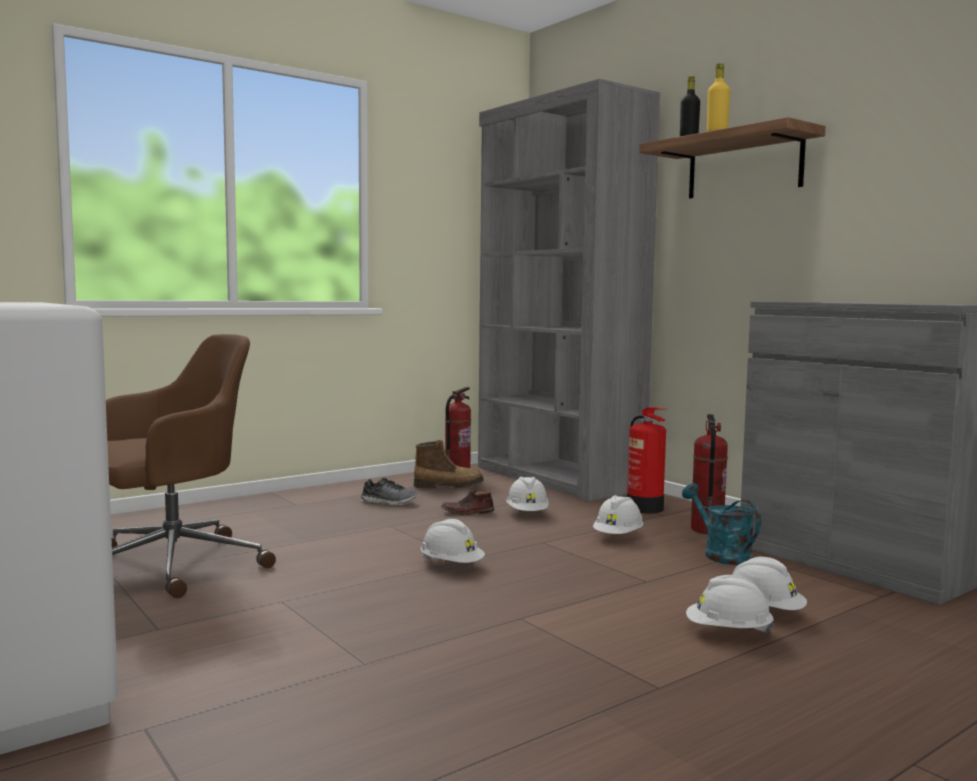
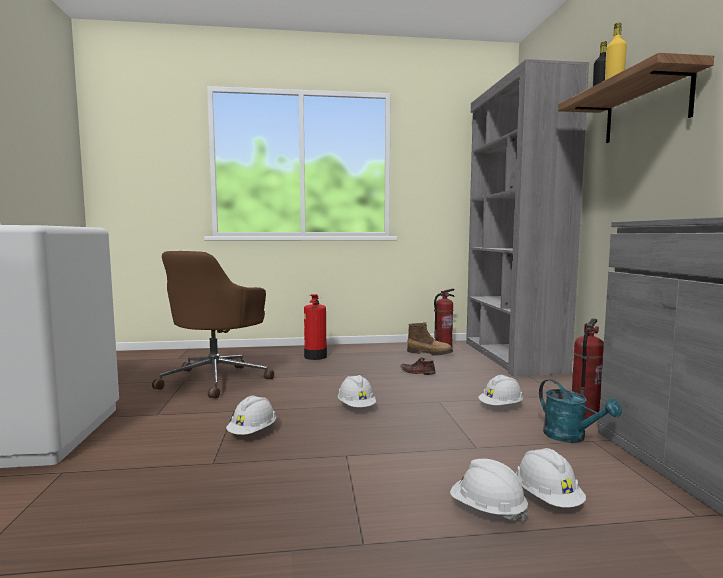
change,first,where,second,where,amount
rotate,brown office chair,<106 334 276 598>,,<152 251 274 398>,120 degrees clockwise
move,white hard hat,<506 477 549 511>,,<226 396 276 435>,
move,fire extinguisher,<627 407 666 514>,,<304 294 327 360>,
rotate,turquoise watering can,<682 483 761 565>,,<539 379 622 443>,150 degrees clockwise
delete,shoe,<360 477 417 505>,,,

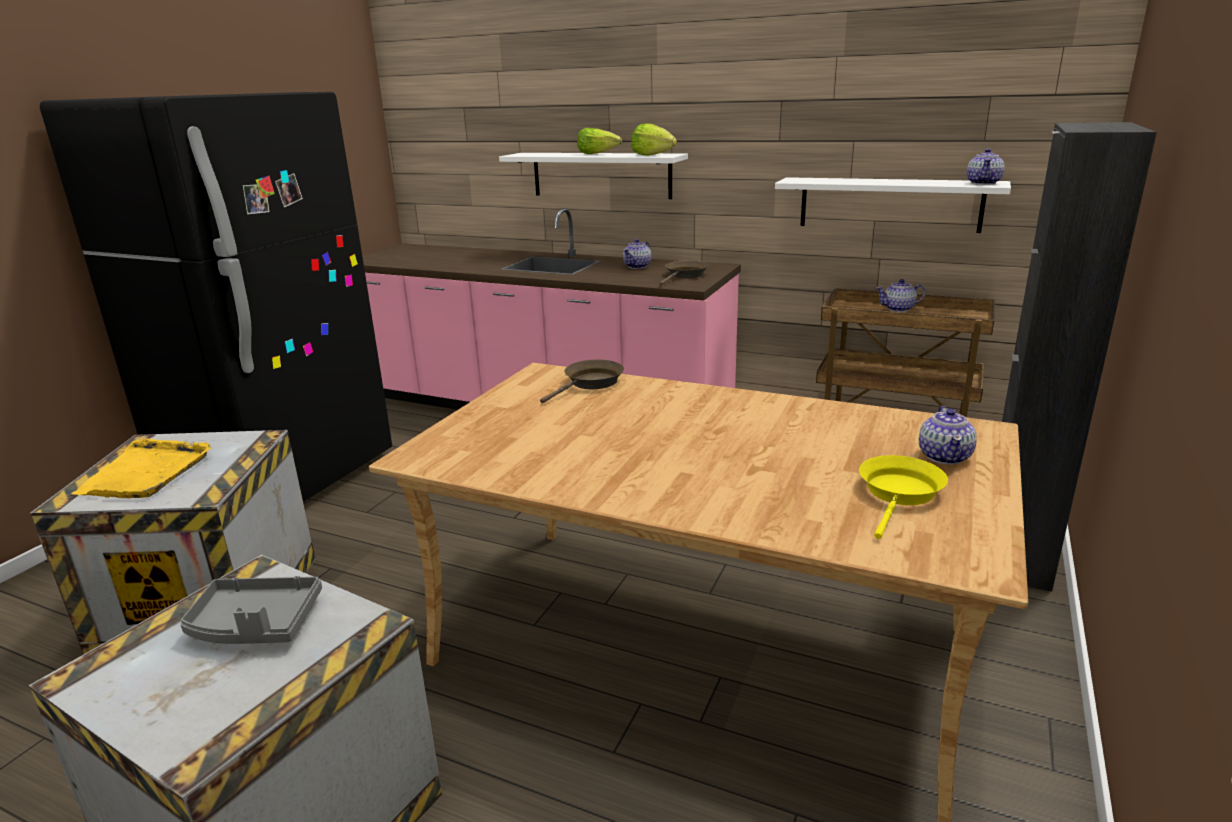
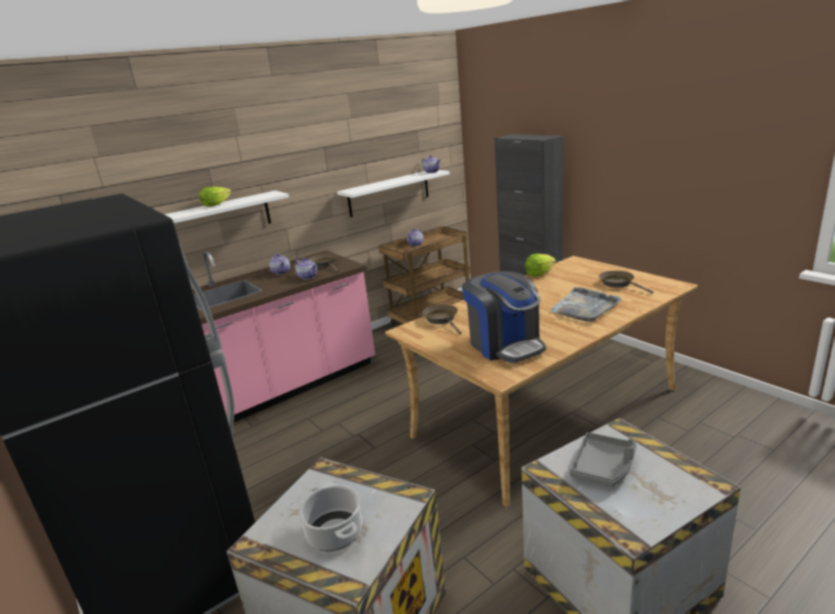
change,first,where,second,where,amount
move,teapot,<919 406 977 465>,,<294 258 317 280>,
replace,yellow tray,<71 439 211 498>,cooking pot,<299 485 362 551>,
insert,,,coffee machine,<462 271 546 363>,
move,lettuce,<631 123 677 156>,,<525 254 556 277>,
insert,,,grey tray,<549 287 621 322>,
recolor,yellow frying pan,<859 455 948 539>,brown frying pan,<599 271 653 294>,

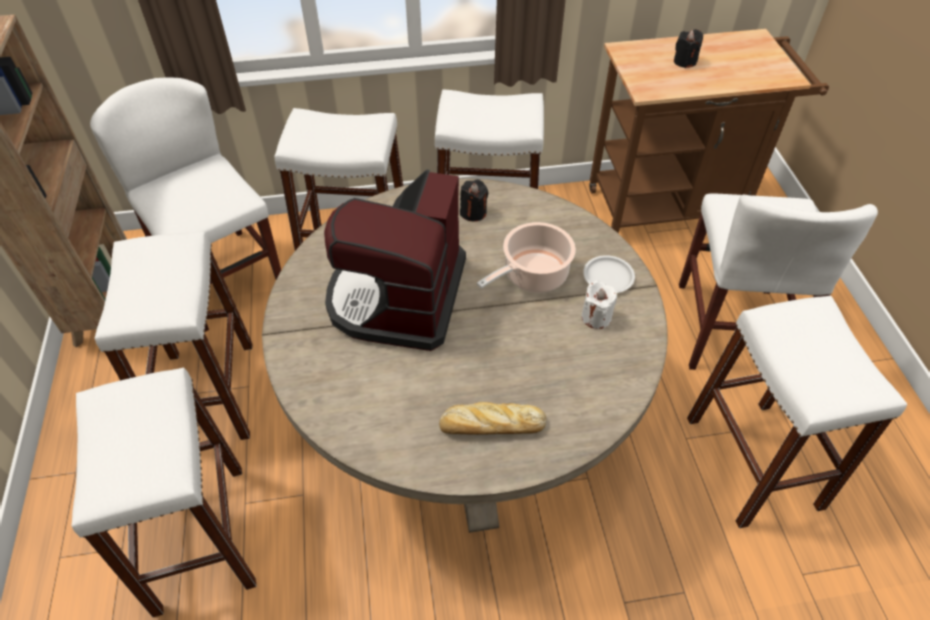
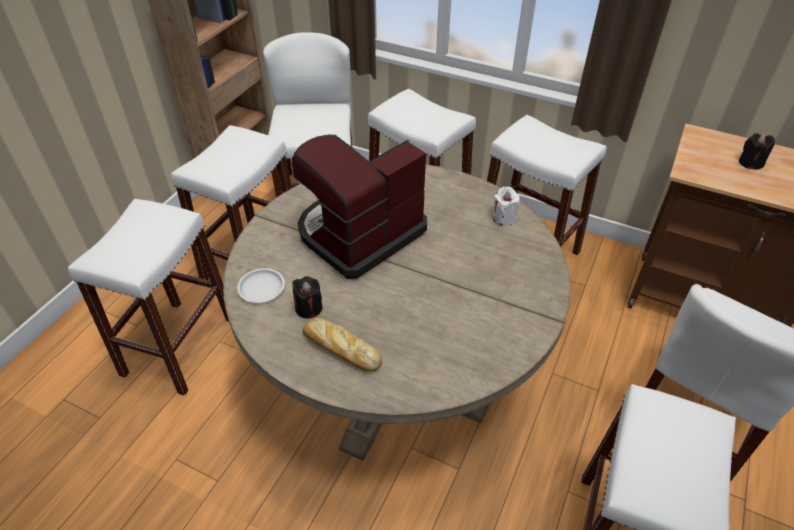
change,first,where,second,where,amount
move,white plate,<583 255 635 293>,,<237 268 285 303>,
move,black candle,<460 179 489 222>,,<292 276 323 319>,
move,white candle,<582 281 617 329>,,<493 186 520 226>,
delete,cooking pot,<477 222 576 293>,,,

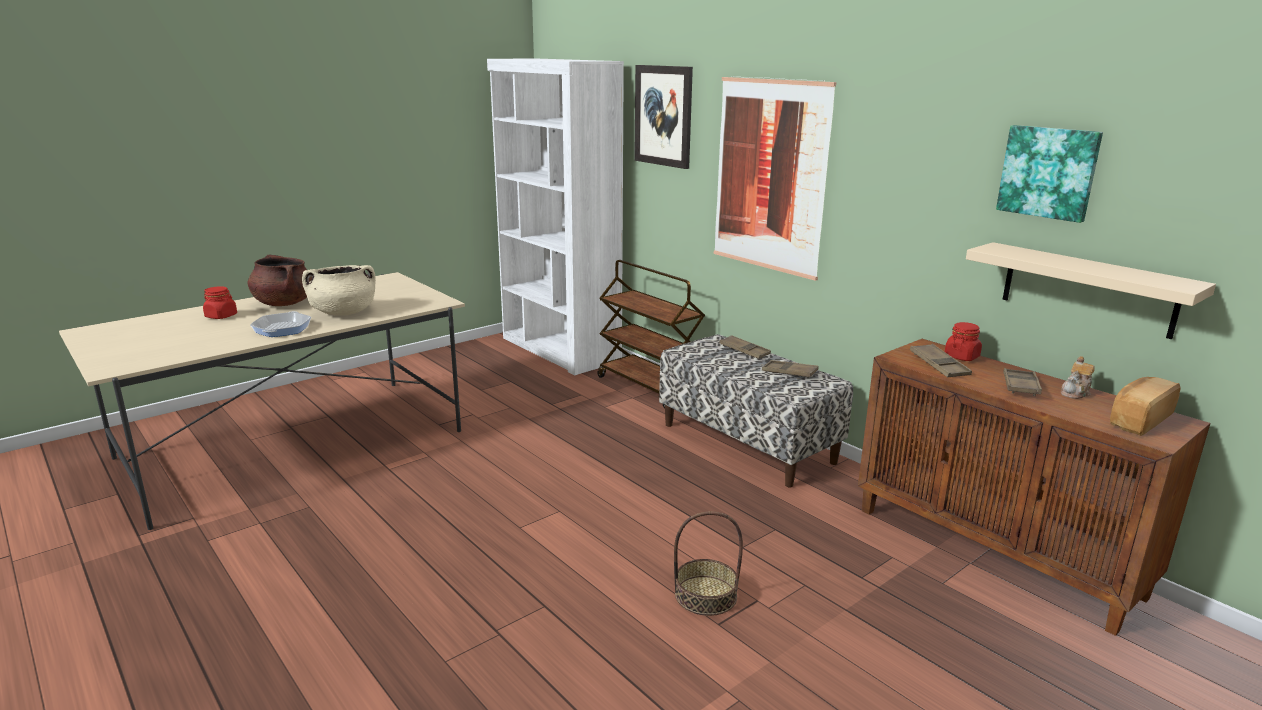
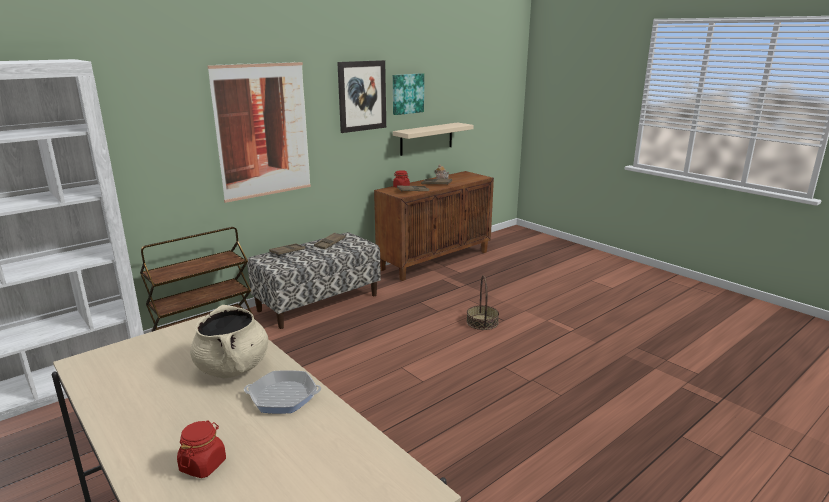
change,first,where,second,where,amount
move,picture,<634 65 693 169>,,<337 60 386 133>,
delete,brown cooking pot,<248 254 312 306>,,,
delete,bread,<1110 377 1181 436>,,,

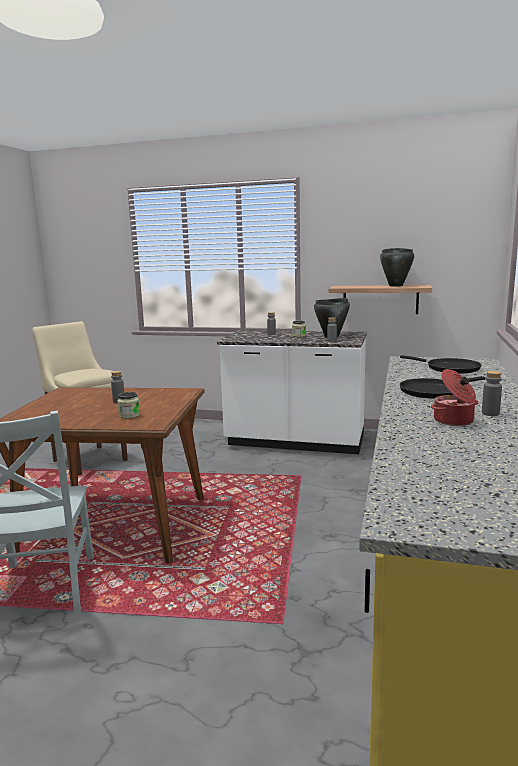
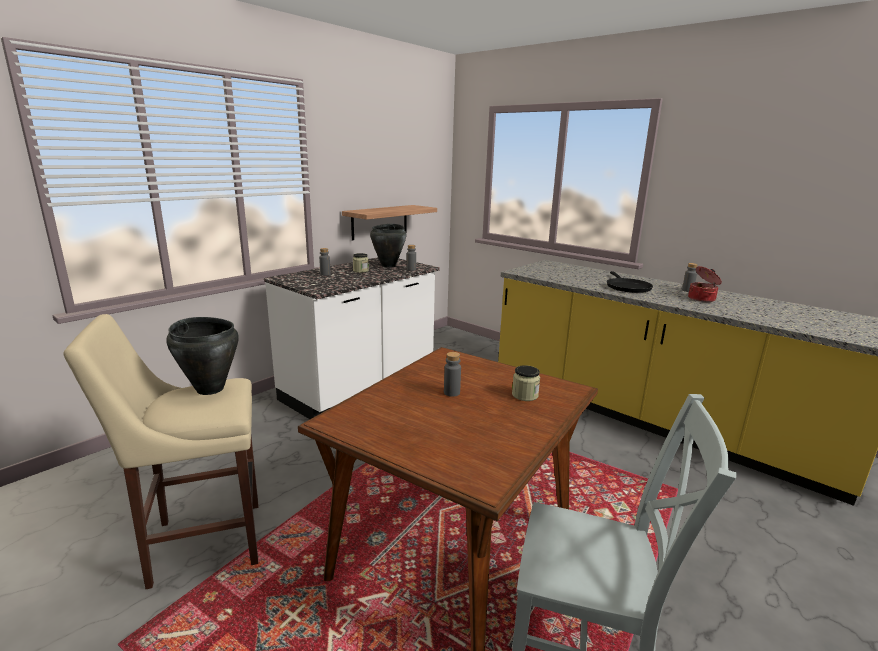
change,first,where,second,where,amount
move,black cooking pot,<380 248 414 287>,,<167 317 239 395>,
delete,black frying pan,<400 355 482 374>,,,

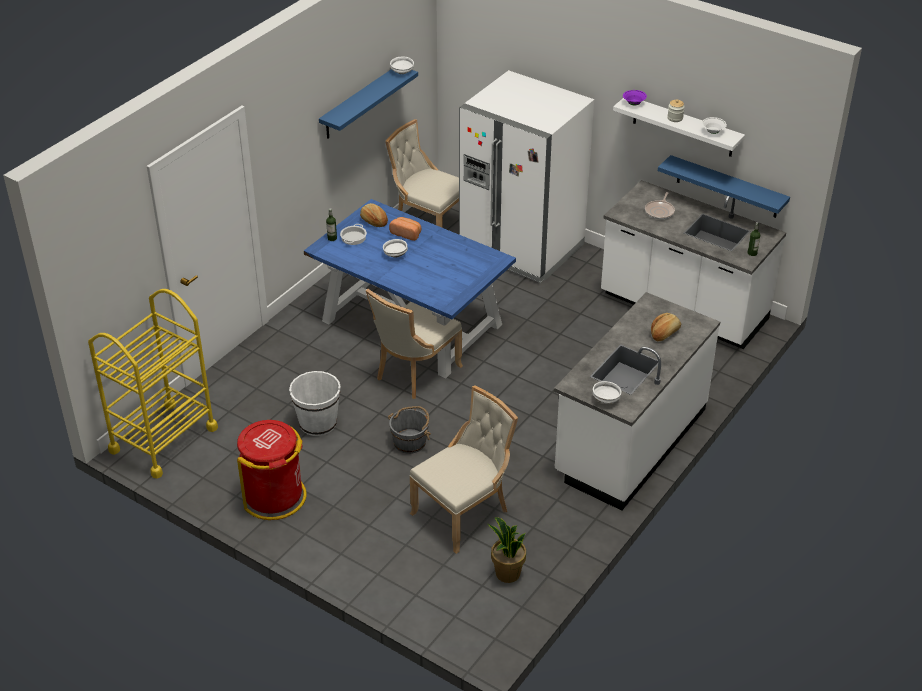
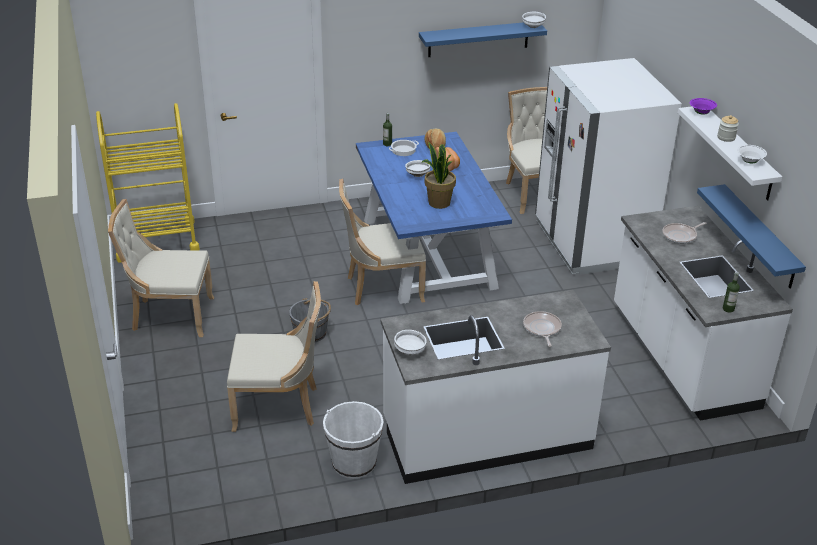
change,first,where,second,where,amount
replace,red trash can,<237 420 307 520>,beige chair,<108 199 214 337>,
move,white bucket,<289 371 341 436>,,<323 401 384 479>,
move,potted plant,<488 518 526 583>,,<421 142 456 209>,
replace,bread,<651 313 681 341>,frying pan,<523 311 562 347>,

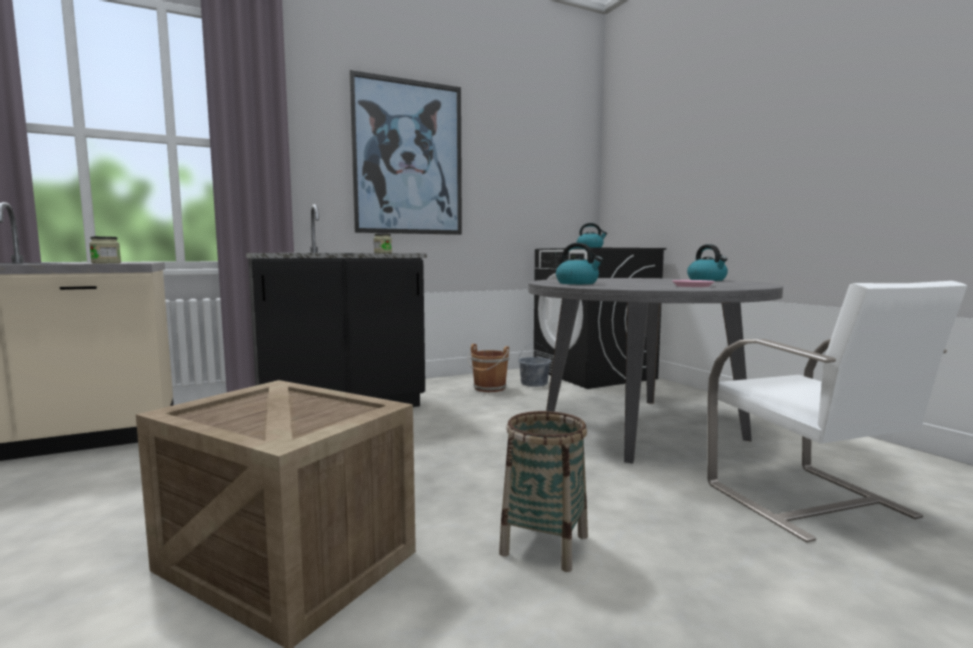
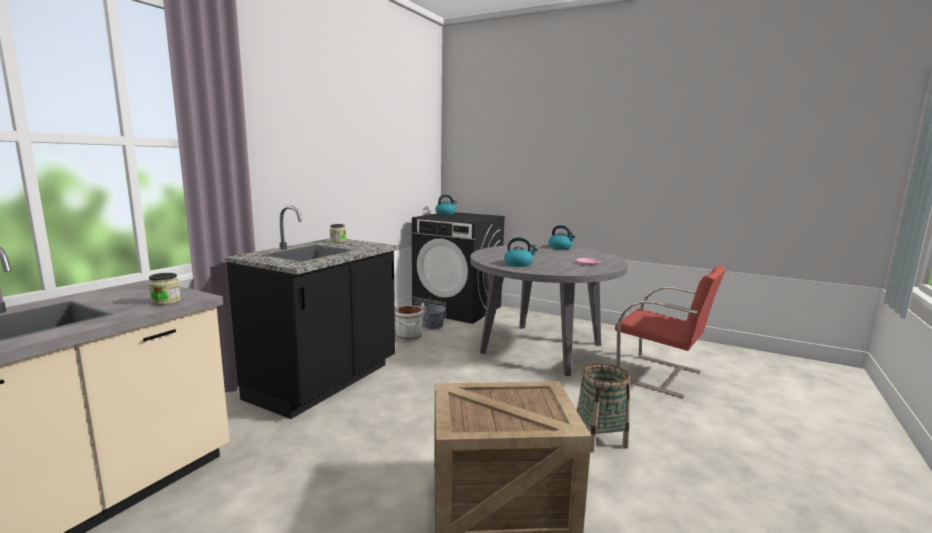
change,first,where,second,where,amount
recolor,brown bucket,<468 344 509 392>,white bucket,<395 303 426 341>,
recolor,white chair,<708 281 967 543>,red chair,<615 266 726 398>,
delete,picture,<350 70 462 235>,,,

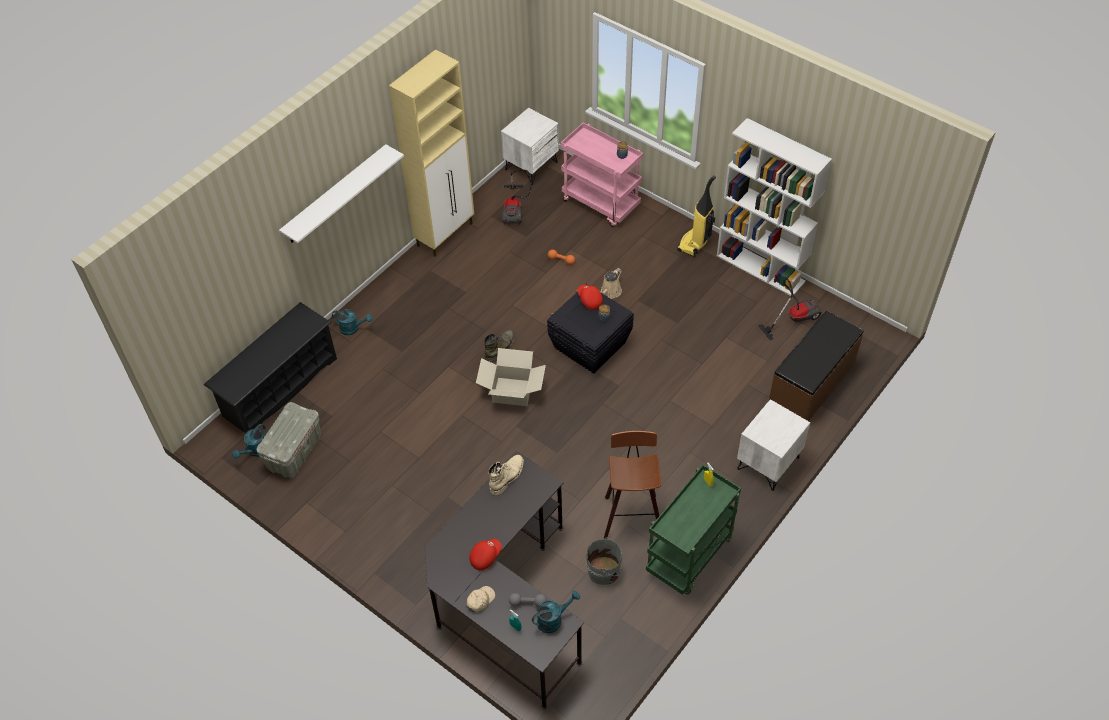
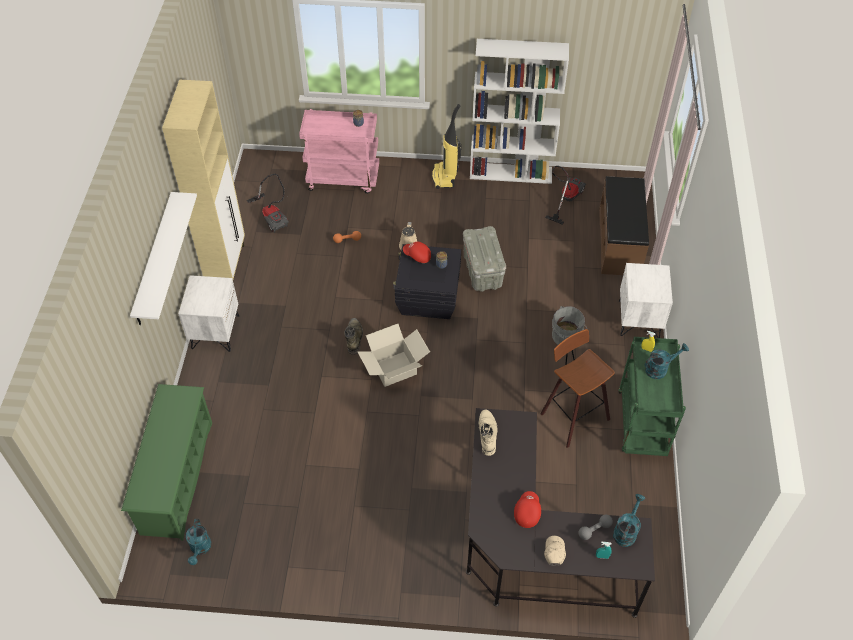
change,first,where,second,where,amount
recolor,black shoe rack,<203 302 337 433>,green shoe rack,<121 384 212 541>,
move,white nightstand,<501 108 559 185>,,<178 275 239 352>,
move,grey storage box,<257 402 321 478>,,<463 226 506 292>,
move,grey bucket,<586 537 623 585>,,<552 306 587 345>,
move,turquoise watering can,<332 309 372 335>,,<645 343 689 379>,

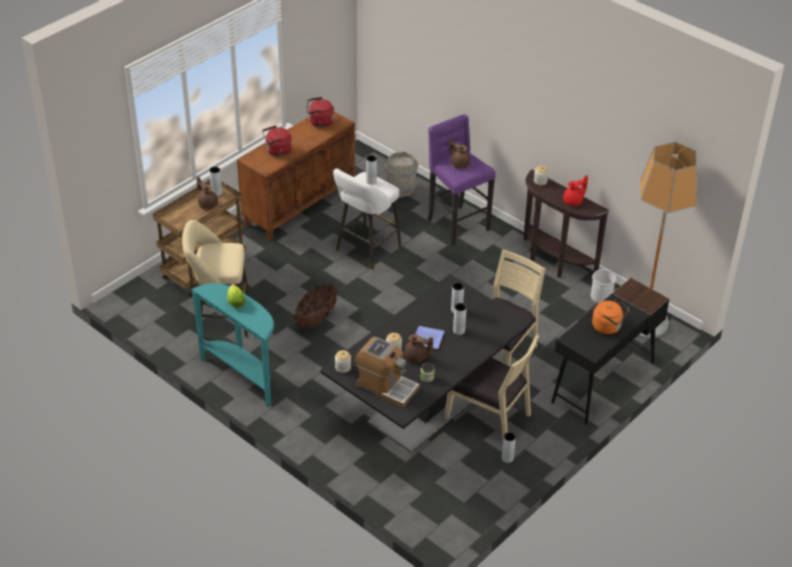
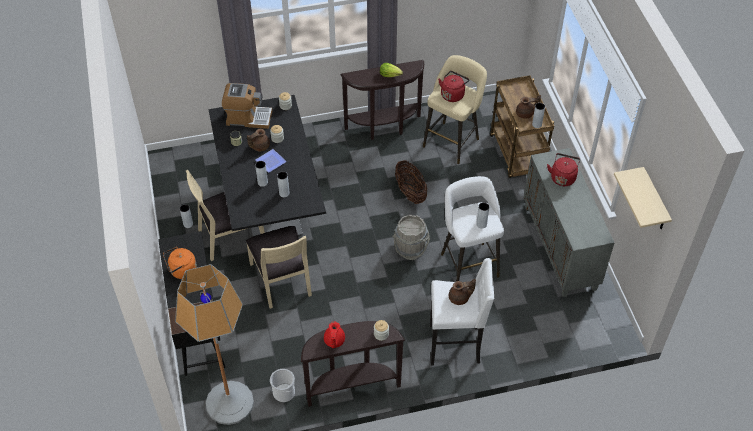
change,first,where,second,where,amount
rotate,coffee machine,<355 337 420 408>,,<222 83 273 129>,150 degrees counterclockwise
recolor,turquoise console table,<191 283 274 408>,brown console table,<341 60 424 140>,
move,grey bucket,<384 151 418 198>,,<392 215 430 260>,
recolor,purple stool,<428 114 496 246>,white stool,<430 258 494 365>,
move,red kettle,<307 97 334 128>,,<438 71 469 102>,
recolor,brown cabinet,<237 112 355 241>,grey cabinet,<524 148 615 297>,
insert,,,beige shelf,<614 167 672 229>,

